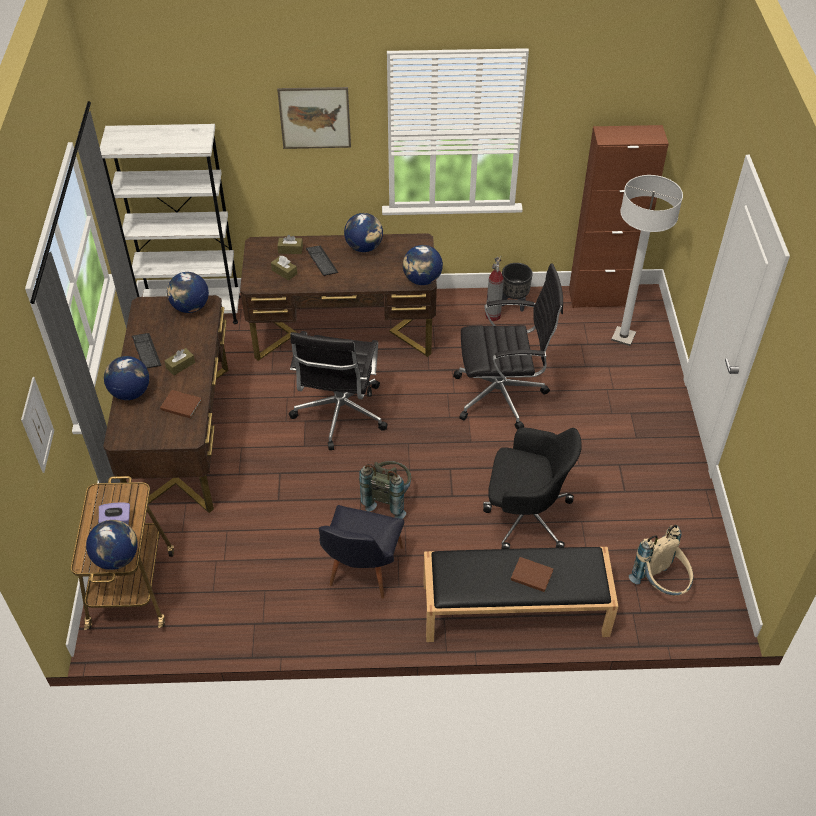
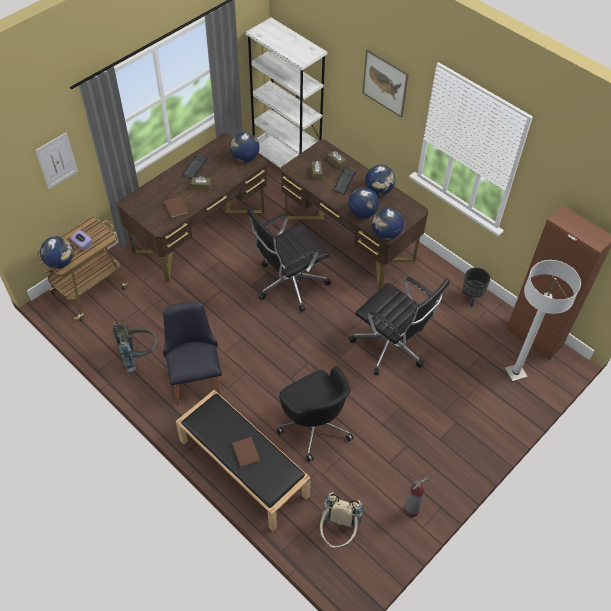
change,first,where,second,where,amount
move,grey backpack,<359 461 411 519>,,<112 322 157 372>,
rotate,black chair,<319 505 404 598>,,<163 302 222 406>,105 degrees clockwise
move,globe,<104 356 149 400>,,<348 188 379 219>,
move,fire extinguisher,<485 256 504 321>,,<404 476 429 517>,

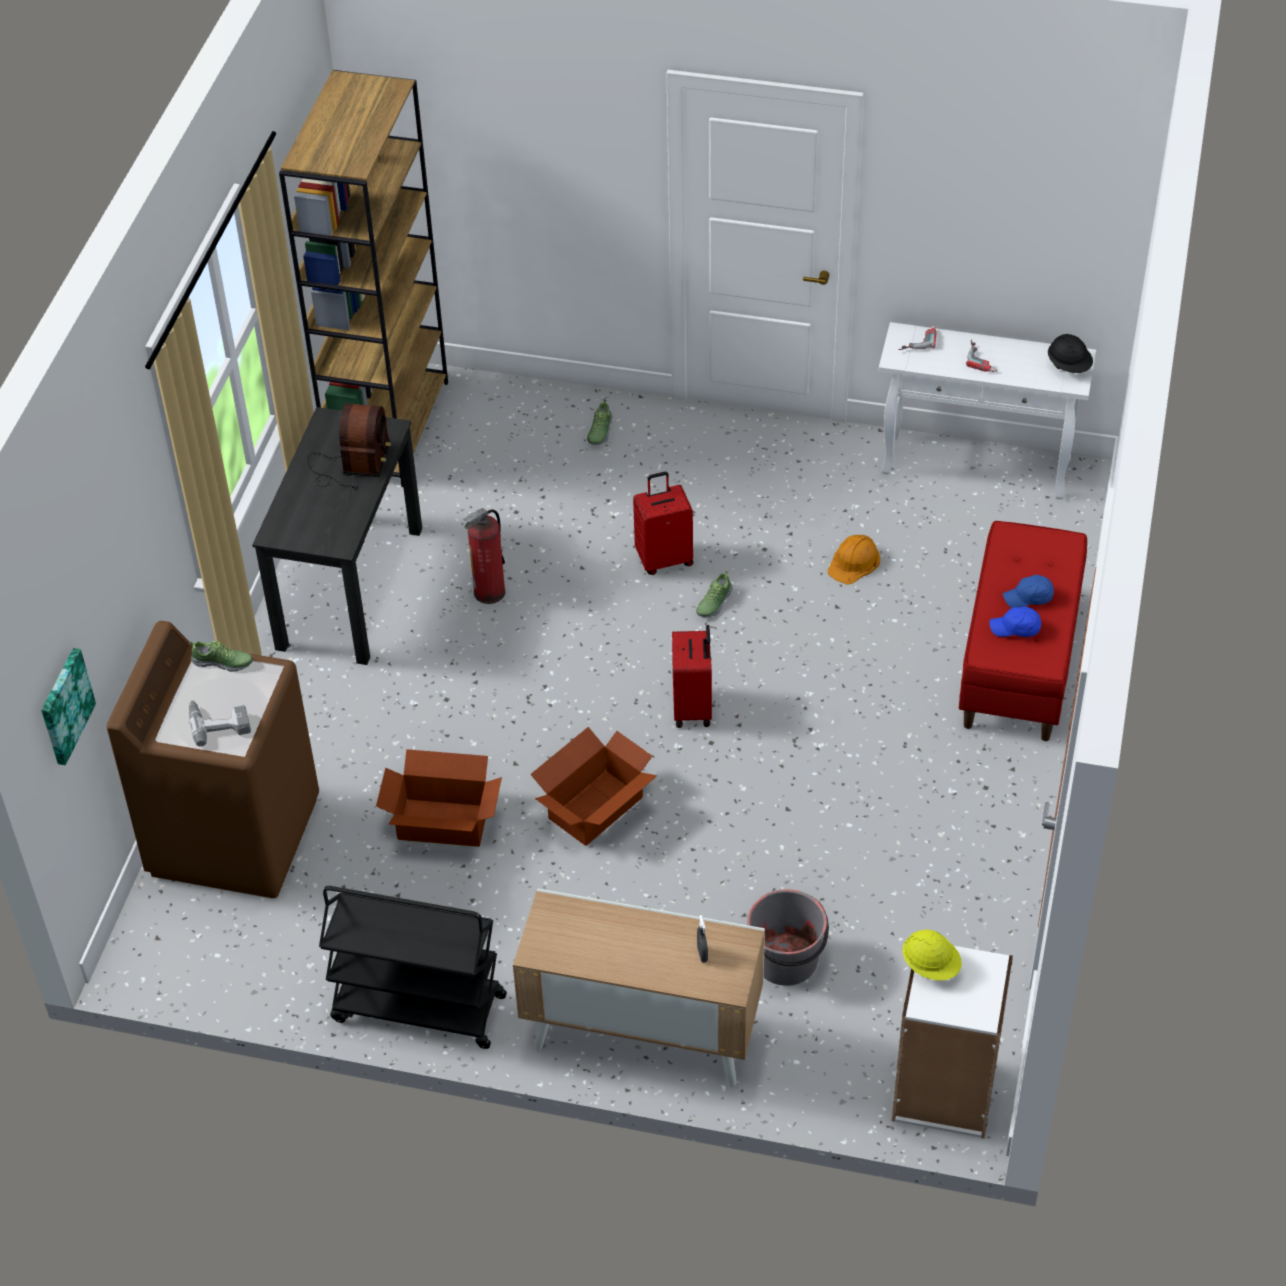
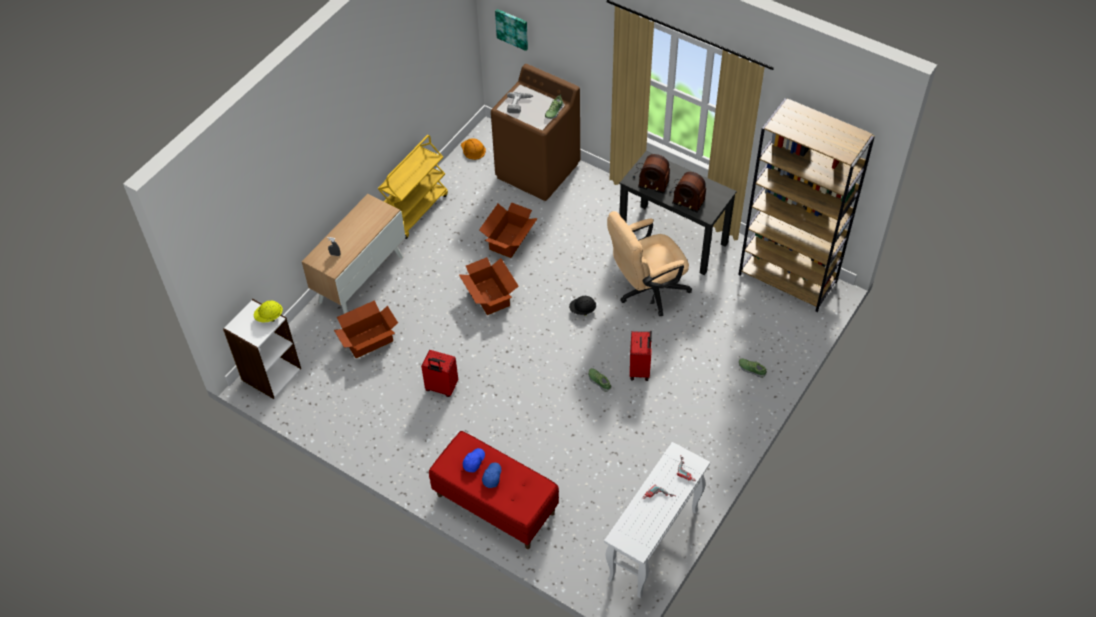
change,first,where,second,where,amount
replace,grey bucket,<747 889 829 986>,cardboard box,<334 300 398 358>,
recolor,black cart,<319 886 507 1049>,yellow cart,<378 135 448 239>,
move,red suitcase,<672 625 712 728>,,<421 350 458 397>,
move,orange hard hat,<828 535 880 584>,,<461 138 486 160>,
move,black hard hat,<1048 334 1093 373>,,<569 296 596 316>,
replace,fire extinguisher,<464 508 506 604>,beige office chair,<607 211 692 316>,
insert,,,radio,<633 154 670 194>,

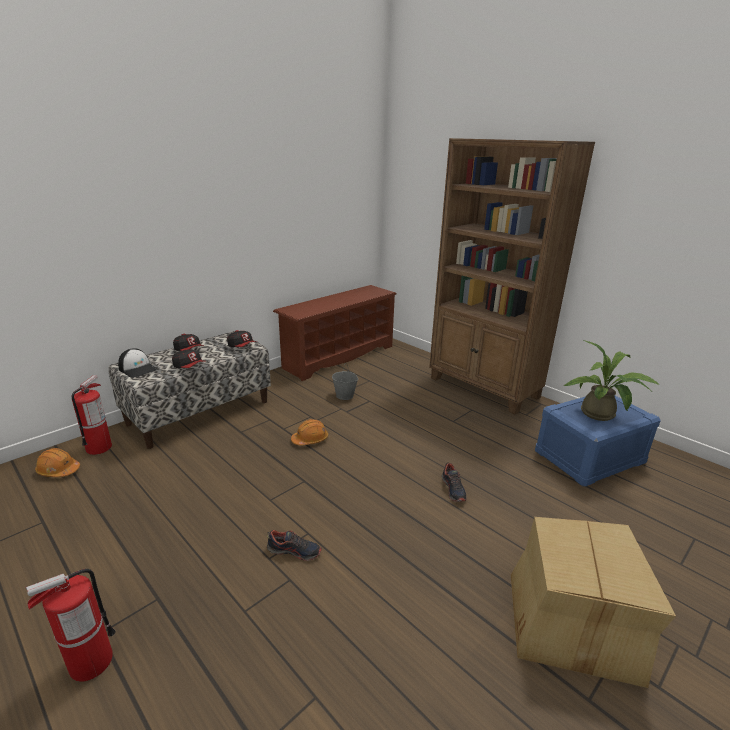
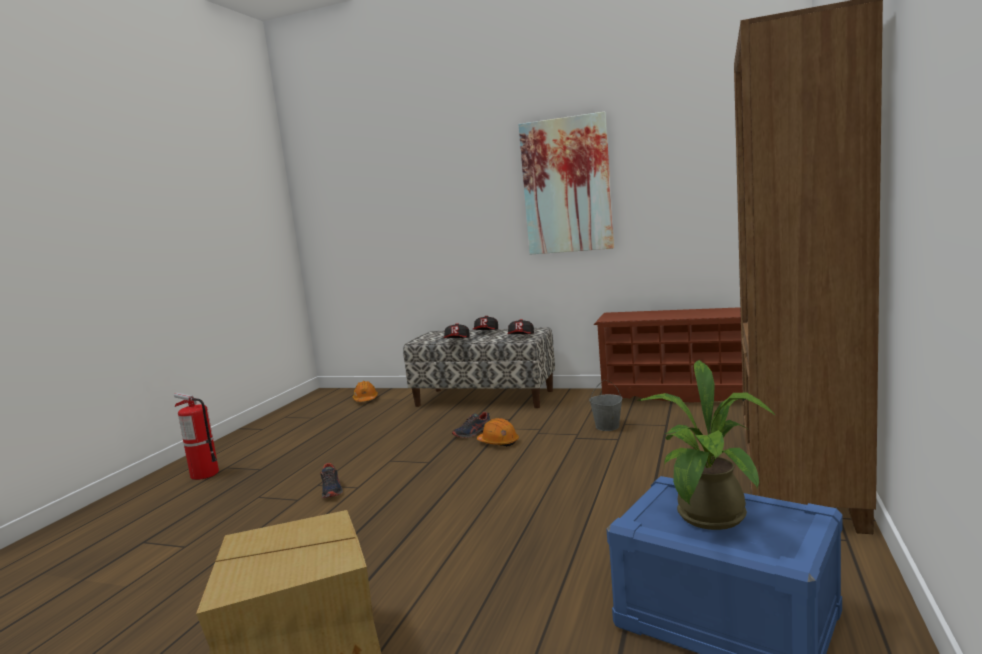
change,first,where,second,where,amount
move,shoe,<442 463 467 502>,,<452 412 490 438>,
insert,,,picture,<518 112 614 255>,
delete,fire extinguisher,<72 375 112 455>,,,
delete,cap,<118 348 157 378>,,,

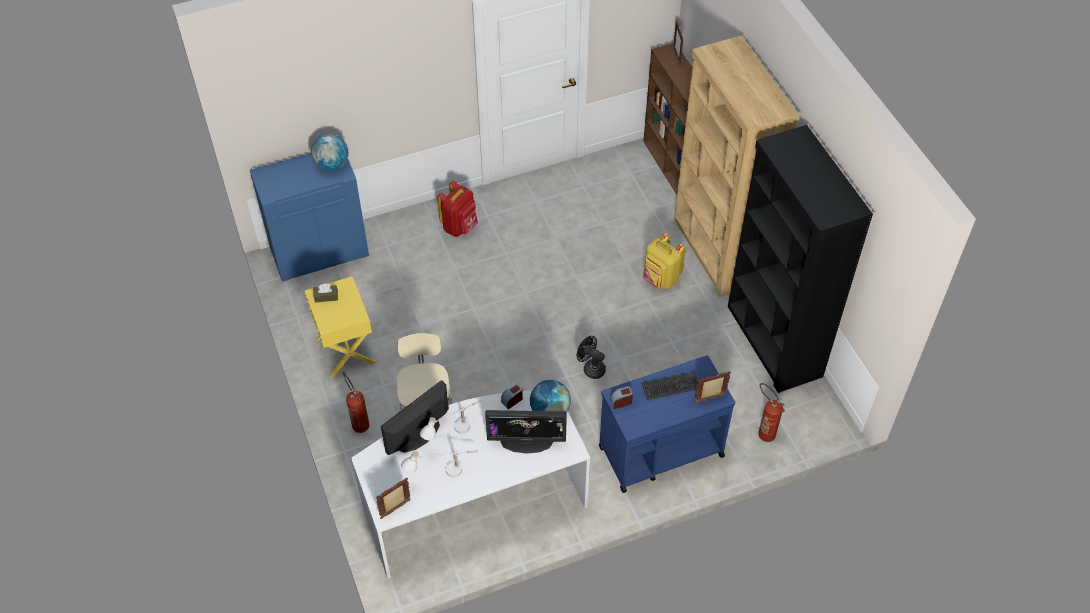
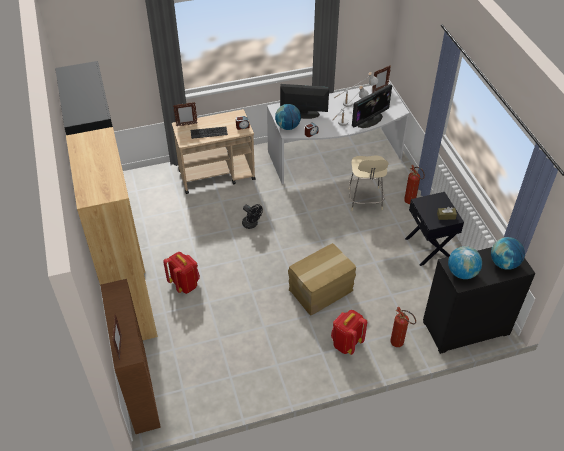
change,first,where,second,where,amount
recolor,yellow backpack,<643 233 686 289>,red backpack,<163 252 200 294>,
recolor,blue cart,<599 355 735 493>,beige cart,<172 109 255 194>,
insert,,,cardboard box,<288 243 356 315>,
move,fire extinguisher,<758 383 785 442>,,<390 307 416 347>,
recolor,yellow nightstand,<304 276 377 377>,black nightstand,<405 192 464 266>,
recolor,blue cabinet,<250 153 369 282>,black cabinet,<423 247 535 354>,
insert,,,globe,<491 237 525 270>,

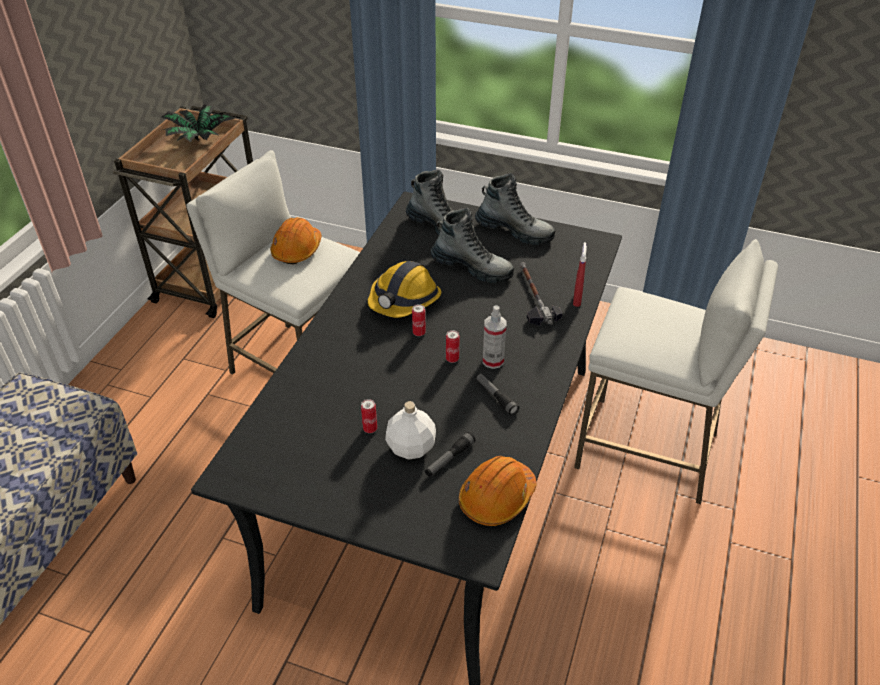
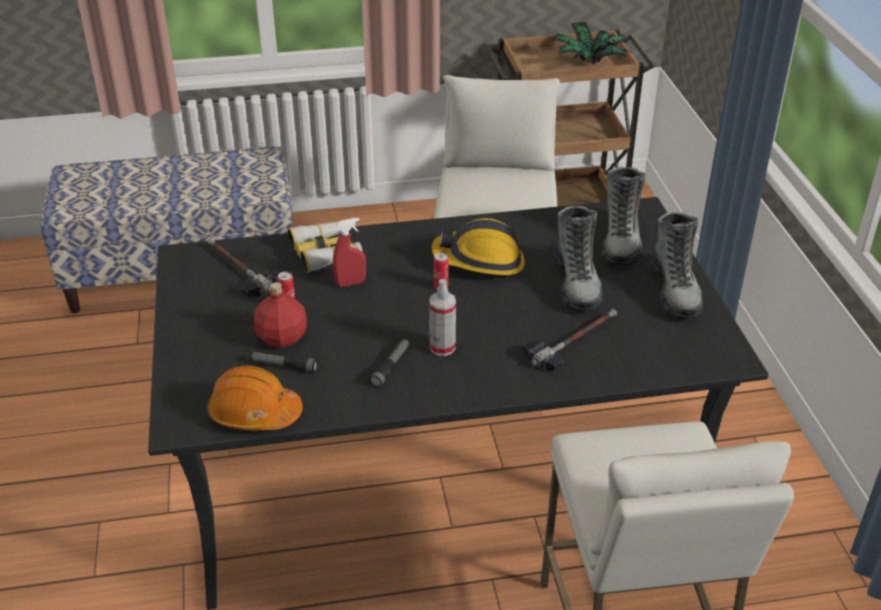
change,first,where,second,where,amount
insert,,,hammer,<208 238 278 297>,
recolor,white bottle,<385 401 436 460>,red bottle,<254 282 306 348>,
insert,,,binoculars,<288 220 363 273>,
move,red spray bottle,<573 242 587 307>,,<333 218 366 287>,
delete,orange hard hat,<270 217 322 264>,,,
delete,can,<446 330 460 363>,,,

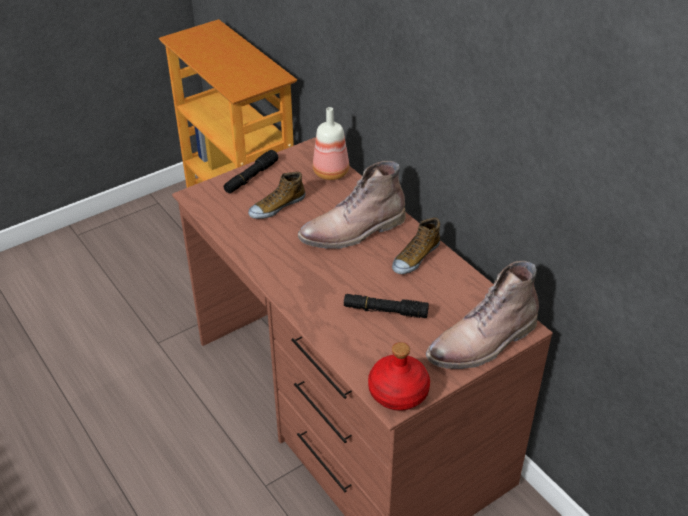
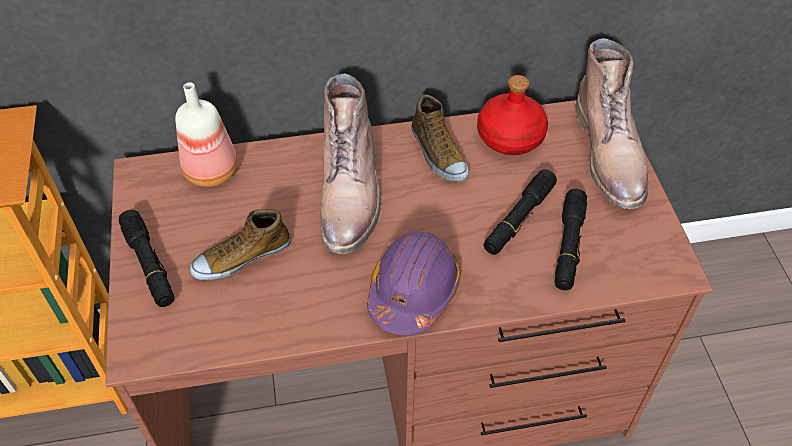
change,first,where,second,where,amount
rotate,shoe,<248 172 305 219>,,<190 209 291 280>,75 degrees clockwise
insert,,,purple hard hat,<367 231 461 335>,
move,red bottle,<368 342 430 411>,,<477 75 548 155>,
insert,,,black flashlight,<555 189 587 290>,

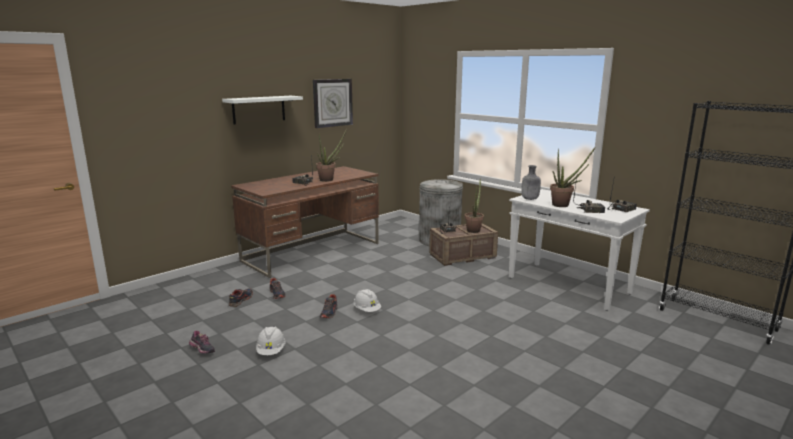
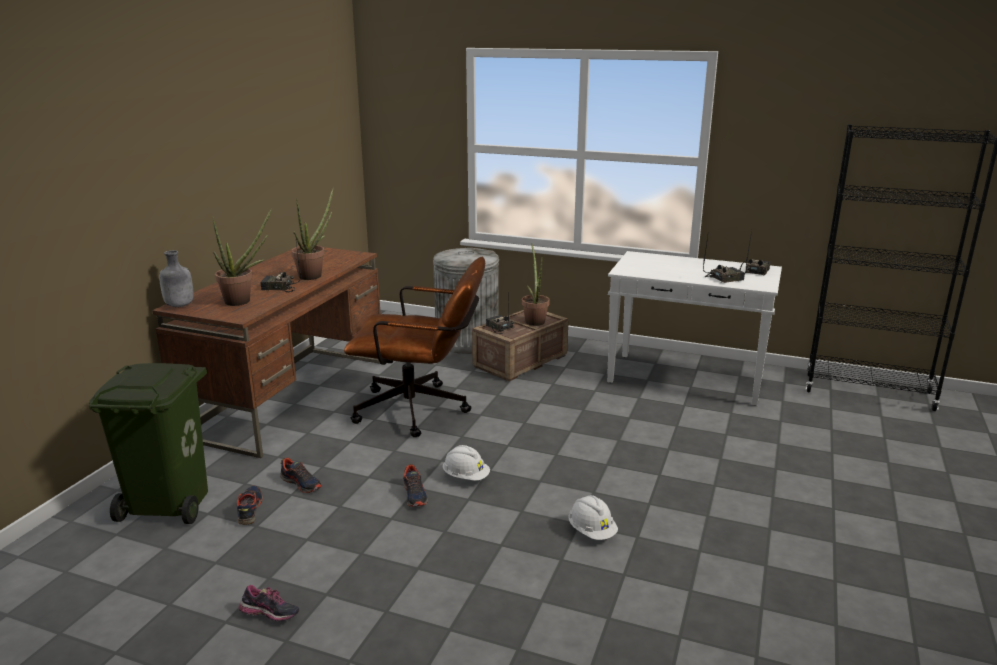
change,first,where,second,where,amount
insert,,,green trash can,<89 363 208 524>,
move,grey bottle,<521 165 541 200>,,<159 250 194 307>,
move,potted plant,<550 148 595 207>,,<213 208 272 306>,
insert,,,brown office chair,<344 257 485 437>,
move,white hard hat,<256 327 286 355>,,<568 495 618 540>,
delete,white shelf,<222 96 303 124>,,,
delete,wall clock,<313 79 353 128>,,,

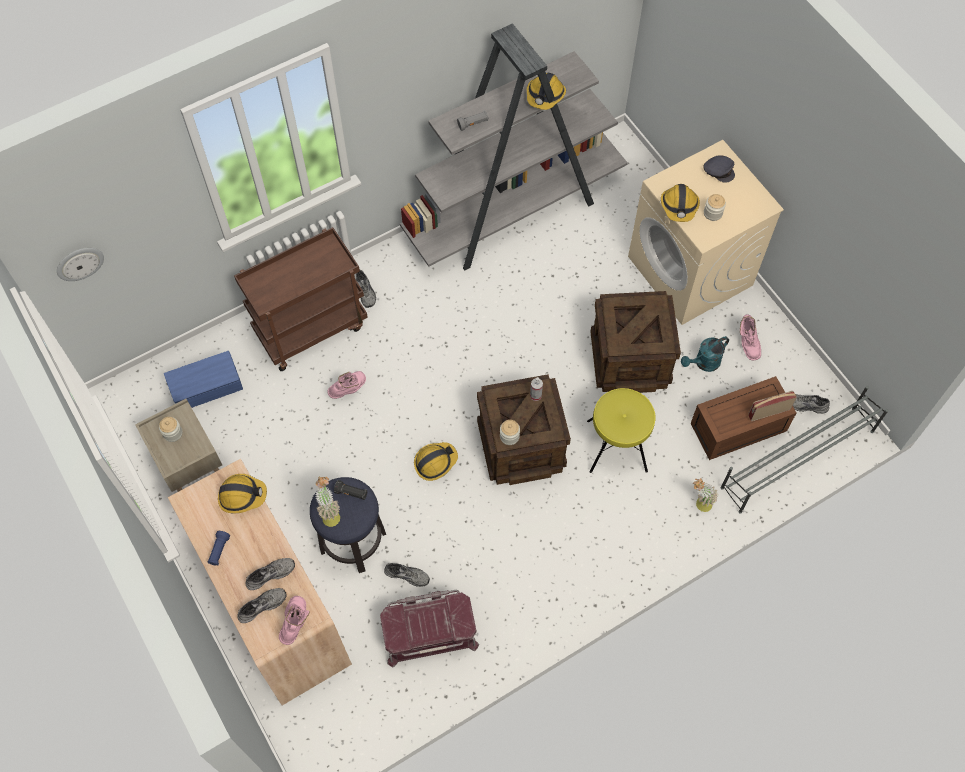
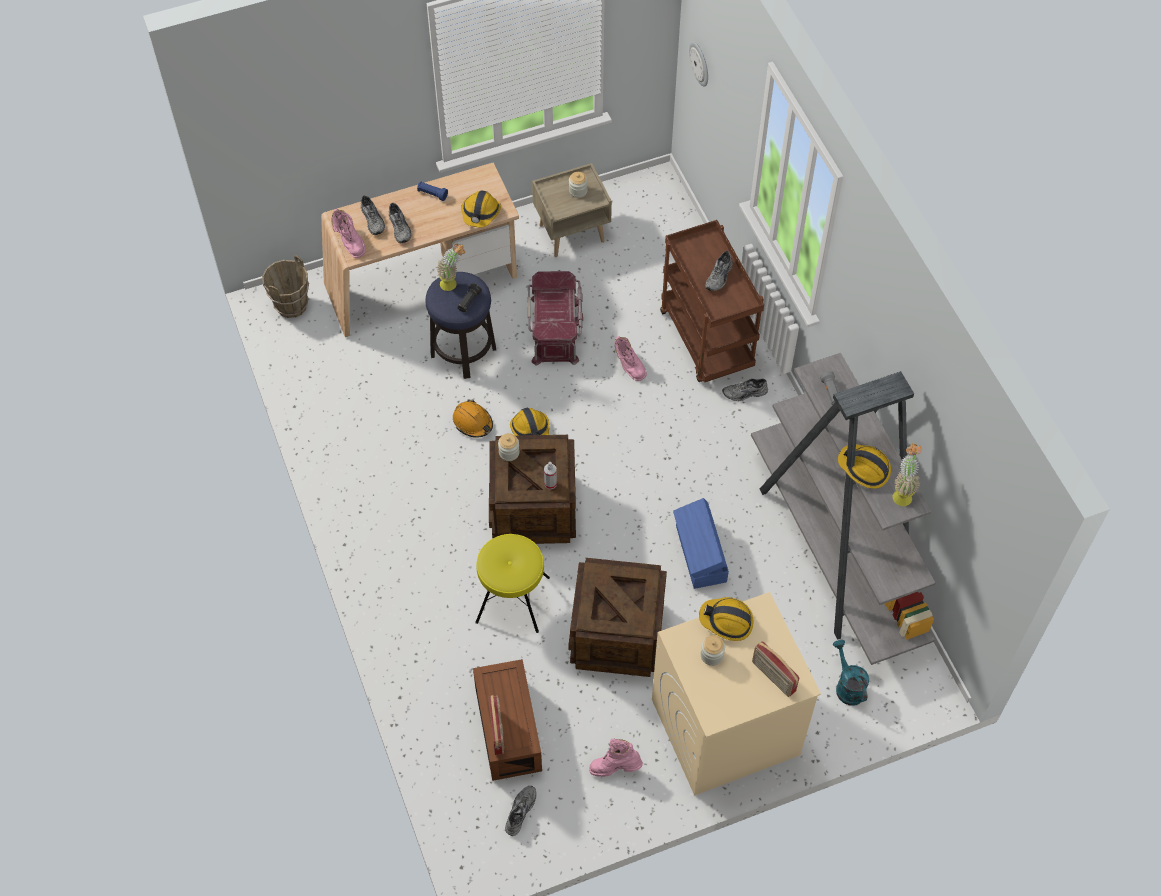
change,first,where,second,where,amount
insert,,,brown bucket,<262 255 309 318>,
rotate,pink boot,<279 596 309 645>,,<331 208 366 258>,45 degrees clockwise
insert,,,orange hard hat,<453 400 493 438>,
move,red storage box,<380 590 479 668>,,<528 271 583 366>,
move,blue storage box,<164 351 243 408>,,<673 498 729 589>,
move,grey shoe,<384 563 430 587>,,<705 251 733 291>,
replace,grey cap,<704 155 735 183>,radio,<752 641 799 697>,
move,turquoise watering can,<681 336 729 372>,,<833 640 869 706>,
move,potted plant,<693 478 718 512>,,<892 442 922 506>,
delete,grey shoe rack,<721 386 888 514>,,,

